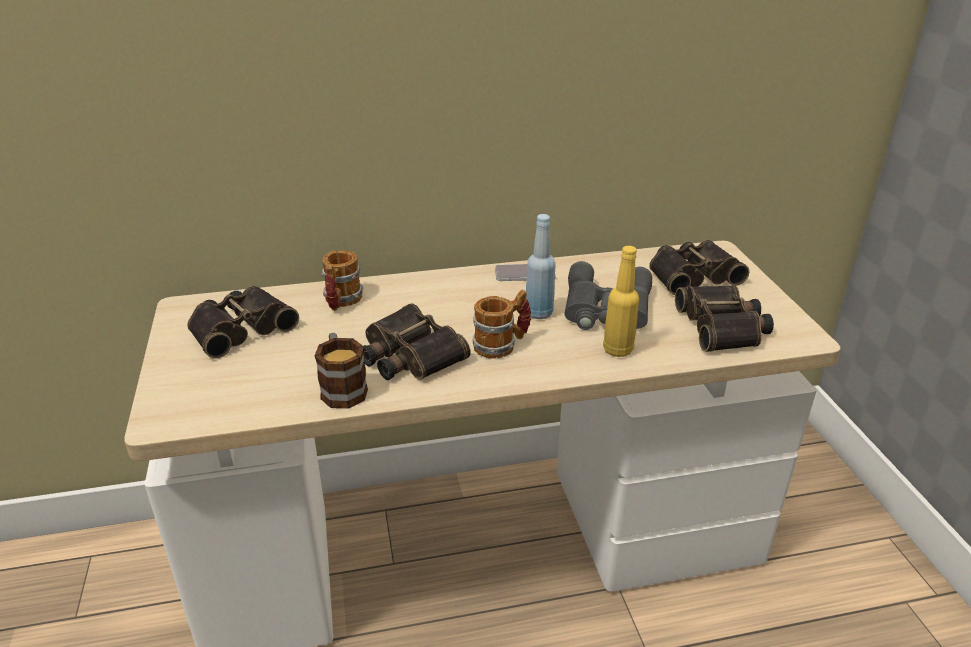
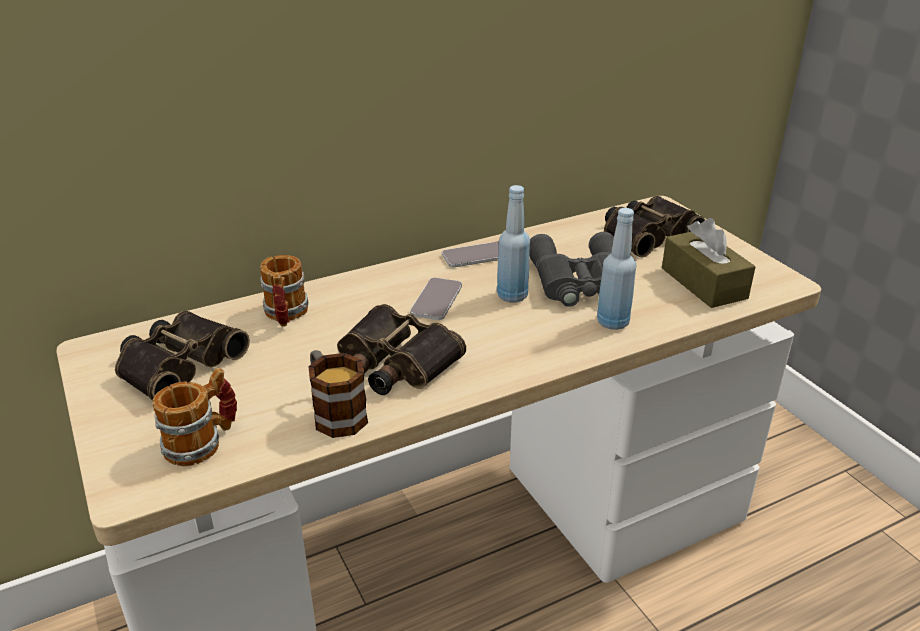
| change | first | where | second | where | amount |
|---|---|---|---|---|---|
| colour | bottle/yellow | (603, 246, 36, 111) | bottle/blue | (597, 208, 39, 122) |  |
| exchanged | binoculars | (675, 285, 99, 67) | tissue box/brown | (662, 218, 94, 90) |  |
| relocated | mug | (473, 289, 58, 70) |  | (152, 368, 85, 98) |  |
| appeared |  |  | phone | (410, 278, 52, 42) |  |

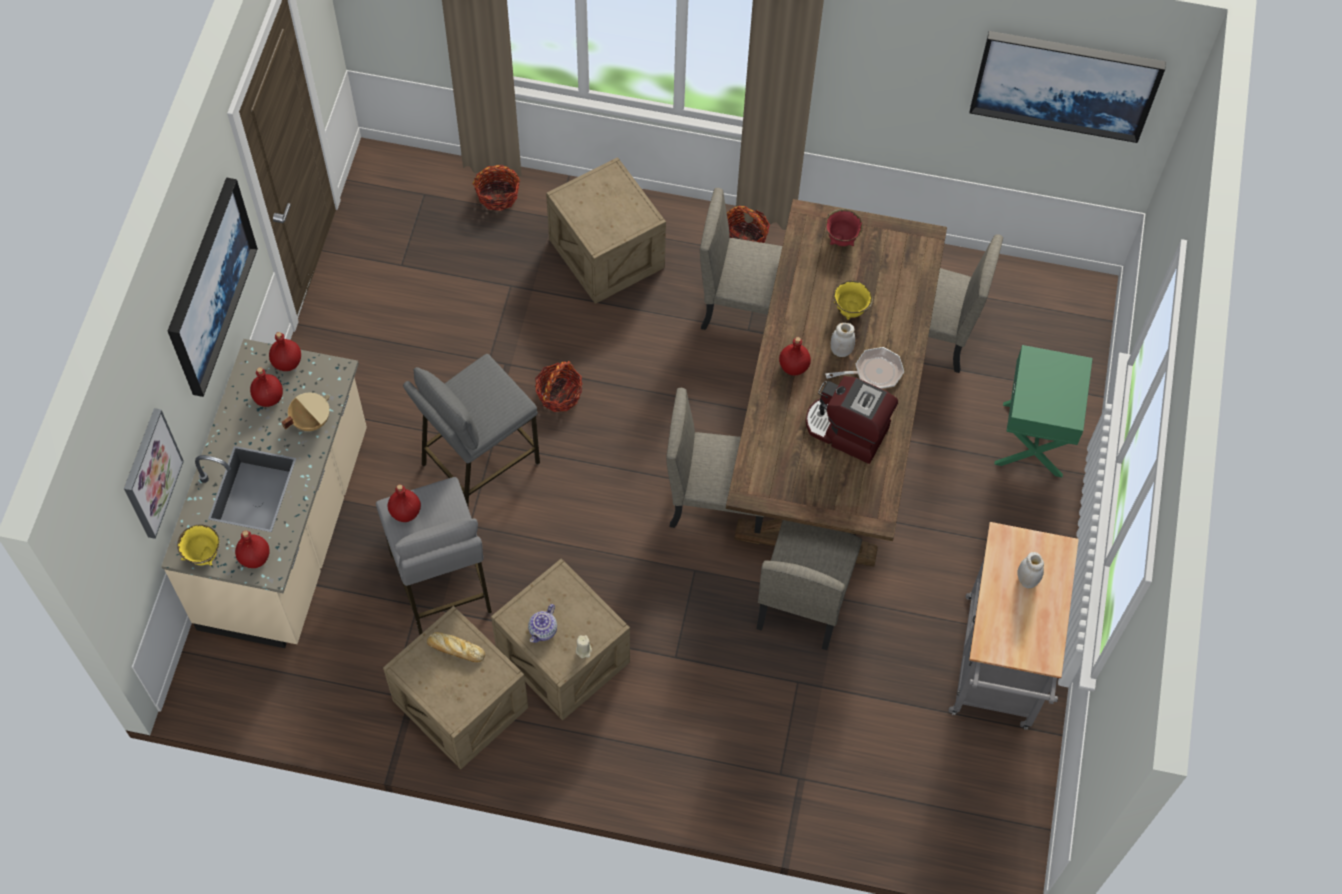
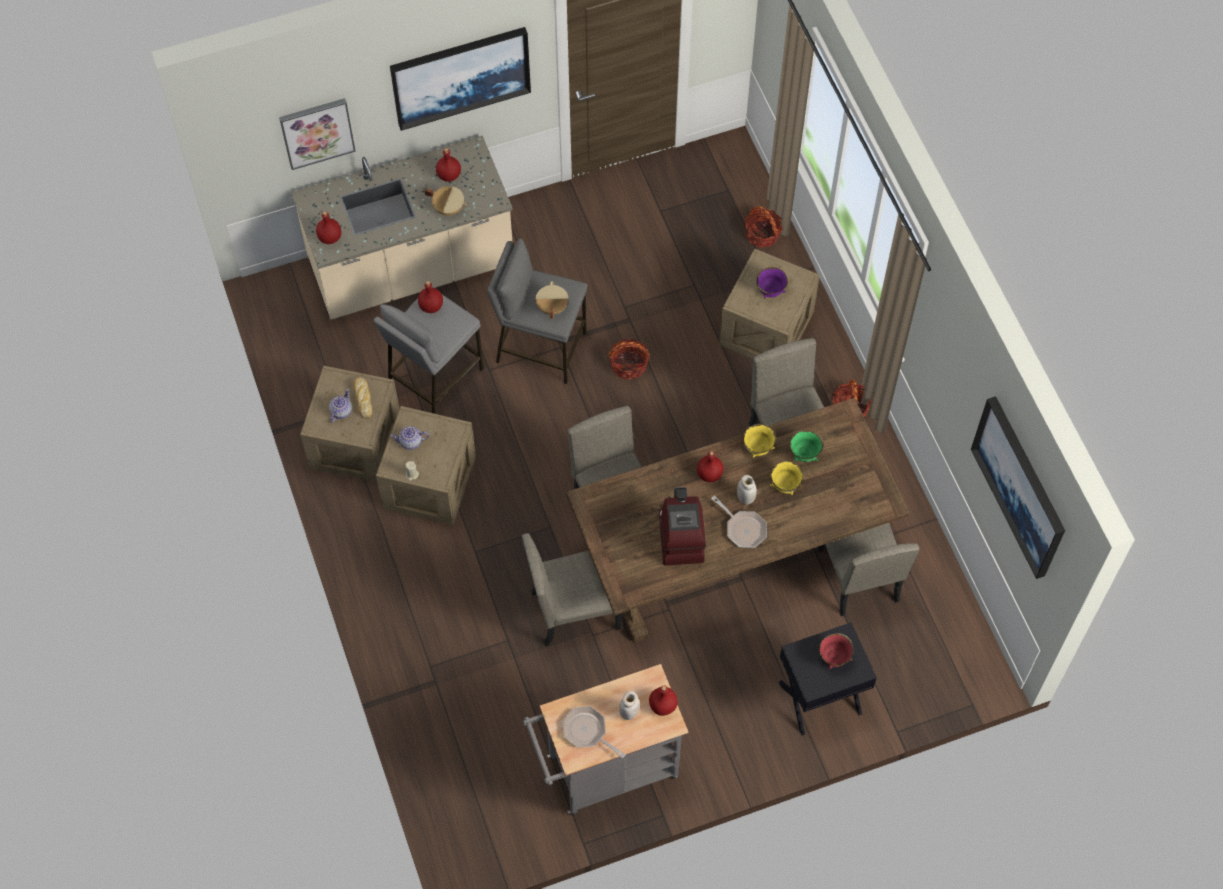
| change | first | where | second | where | amount |
|---|---|---|---|---|---|
| relocated | bowl/red | (826, 209, 37, 37) |  | (818, 633, 36, 36) |  |
| relocated | bottle/red | (269, 332, 32, 39) |  | (649, 686, 29, 30) |  |
| colour | nightstand/green | (994, 345, 99, 132) | nightstand/black | (779, 622, 98, 114) |  |
| relocated | bowl/yellow | (177, 525, 42, 41) |  | (743, 424, 33, 34) |  |
| appeared |  |  | bowl/purple | (757, 267, 31, 31) |  |
| appeared |  |  | cooking pot/beige | (536, 281, 33, 38) |  |
| appeared |  |  | teapot | (329, 389, 23, 34) |  |
| appeared |  |  | bowl/green | (790, 430, 34, 32) |  |
| appeared |  |  | frying pan | (563, 706, 63, 52) |  |

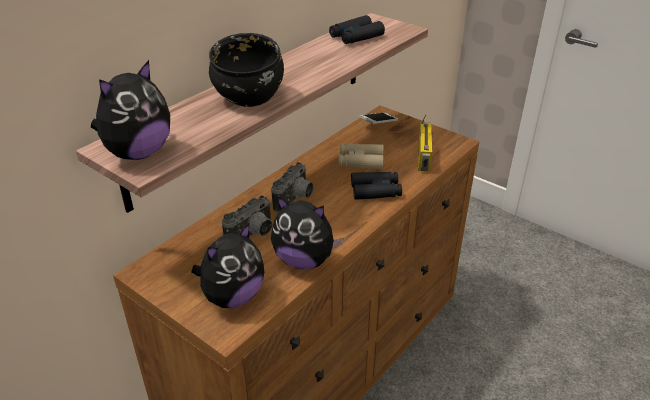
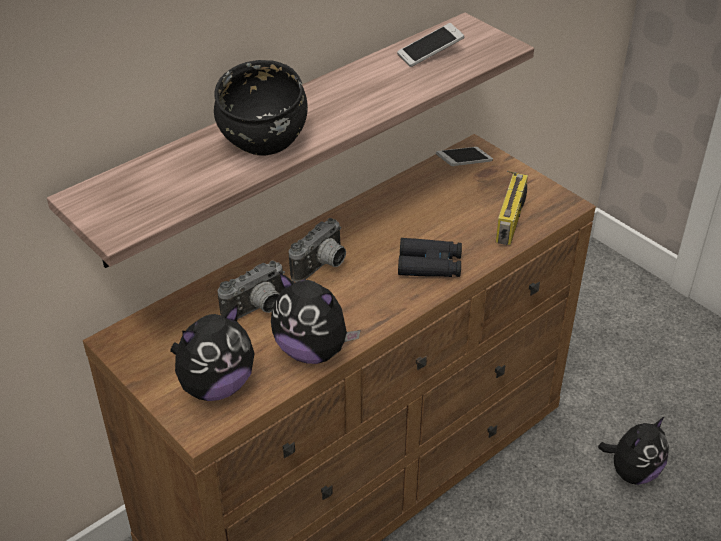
| change | first | where | second | where | amount |
|---|---|---|---|---|---|
| exchanged | binoculars/black | (329, 15, 56, 29) | phone | (397, 23, 68, 44) |  |
| relocated | plush toy | (91, 60, 79, 100) |  | (598, 416, 71, 69) |  |
| missing | binoculars/beige | (338, 144, 46, 25) |  |  |  |

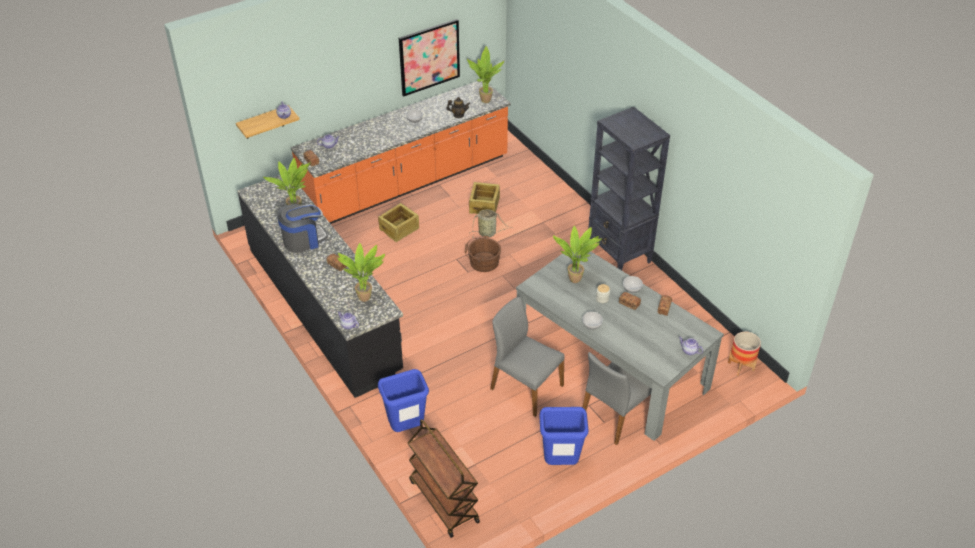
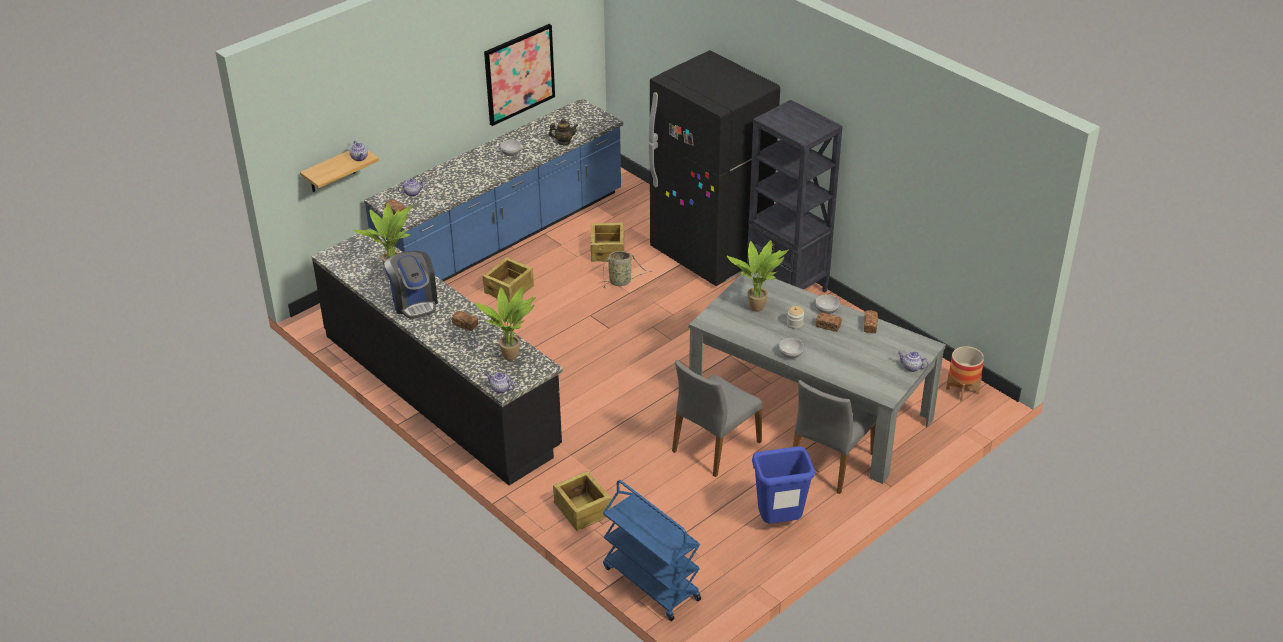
| change | first | where | second | where | amount |
|---|---|---|---|---|---|
| missing | potted plant | (467, 46, 37, 57) |  |  |  |
| colour | counter/orange | (291, 79, 219, 145) | counter/blue | (364, 98, 259, 183) |  |
| spun | coffee machine | (277, 204, 51, 49) |  | (384, 251, 54, 68) | 105 degrees clockwise |
| missing | bucket/brown | (464, 236, 37, 36) |  |  |  |
| spun | chair/grey | (490, 297, 75, 120) |  | (672, 360, 90, 117) | 75 degrees counterclockwise |
| exchanged | trash can/blue | (378, 369, 51, 63) | crate | (553, 471, 58, 60) |  |
| colour | cart/brown | (408, 419, 72, 119) | cart/blue | (603, 480, 98, 141) |  |
| appeared |  |  | fridge/black | (649, 51, 131, 235) |  |

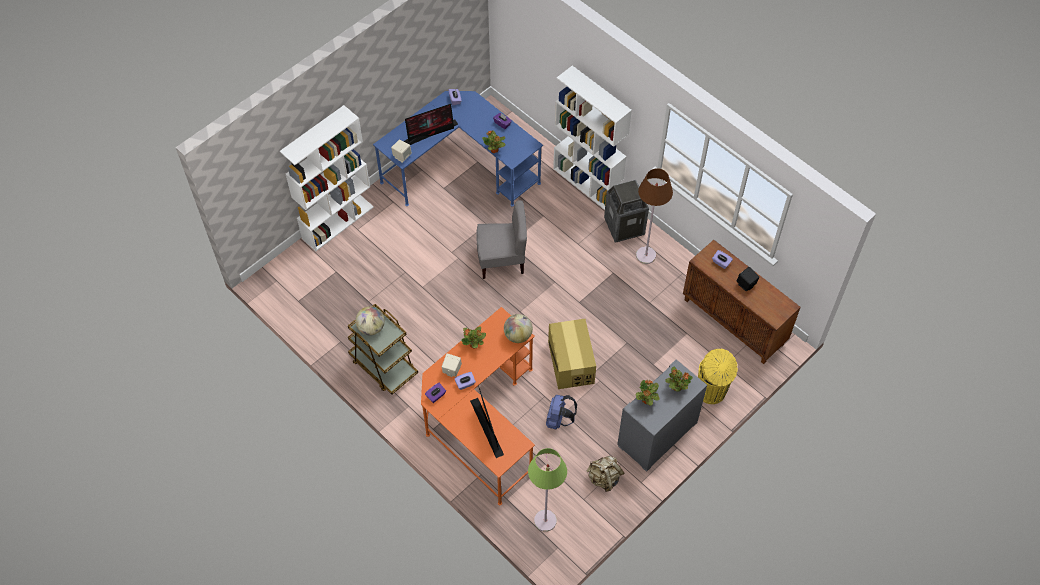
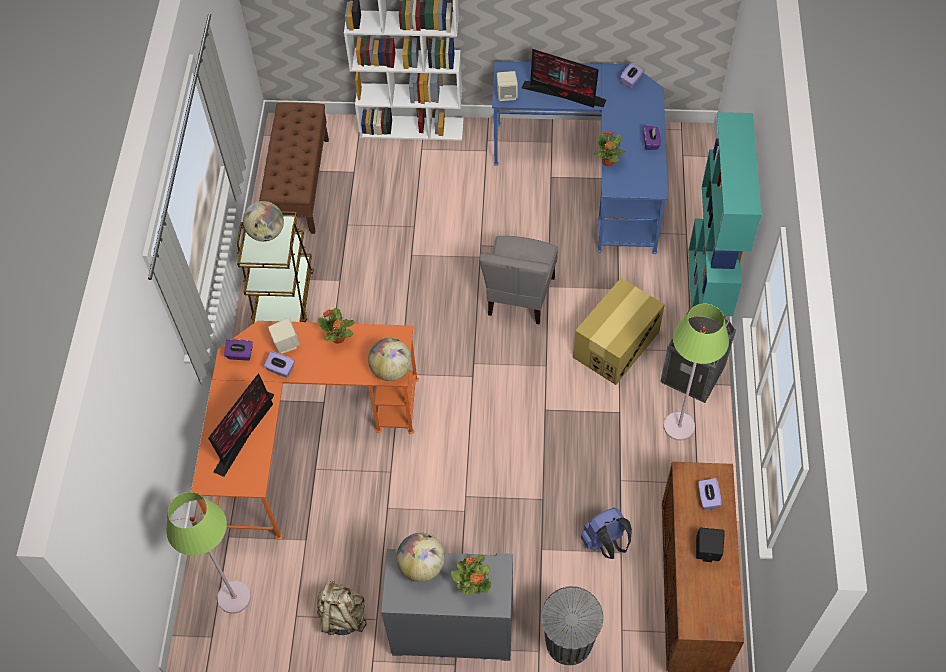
| change | first | where | second | where | amount |
|---|---|---|---|---|---|
| colour | bookcase/white | (553, 66, 79, 144) | bookcase/turquoise | (688, 112, 74, 207) |  |
| colour | floor lamp/brown | (636, 168, 37, 96) | floor lamp/green | (664, 304, 65, 137) |  |
| spun | chair/grey | (476, 200, 51, 79) |  | (479, 236, 79, 89) | 60 degrees clockwise |
| relocated | cardboard box | (548, 319, 48, 70) |  | (573, 278, 92, 107) |  |
| colour | trash can/yellow | (698, 349, 40, 55) | trash can/grey | (541, 586, 62, 79) |  |
| exchanged | potted plant | (635, 380, 25, 25) | globe | (396, 533, 49, 49) |  |
| relocated | backpack/blue | (546, 395, 31, 35) |  | (581, 508, 51, 51) |  |
| appeared |  |  | bench/brown | (259, 102, 70, 132) |  |

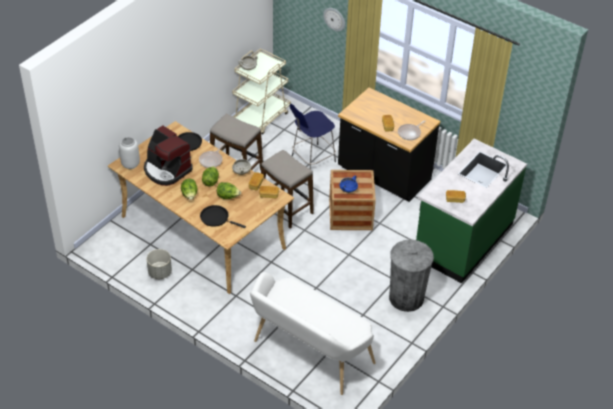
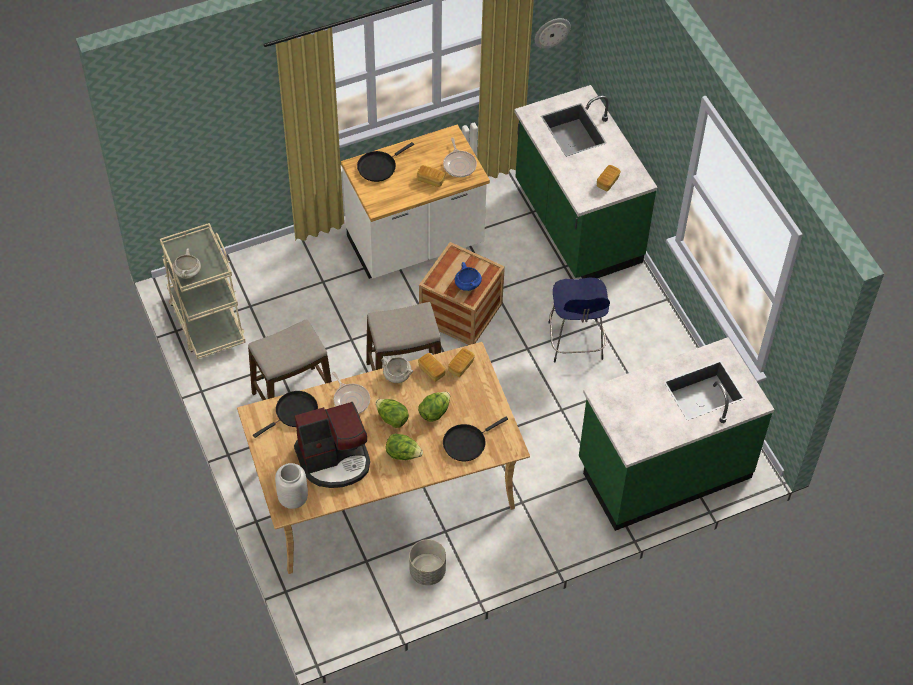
| change | first | where | second | where | amount |
|---|---|---|---|---|---|
| relocated | wall clock | (323, 8, 22, 23) |  | (535, 18, 36, 31) |  |
| colour | counter/black | (338, 87, 102, 115) | counter/white | (341, 124, 149, 155) |  |
| relocated | stool/blue | (290, 104, 46, 65) |  | (548, 278, 62, 84) |  |
| missing | trash can/grey | (389, 239, 45, 73) |  |  |  |
| exchanged | bench/white | (250, 272, 125, 123) | counter/green | (579, 337, 196, 194) |  |
| appeared |  |  | frying pan/black | (357, 142, 57, 40) |  |

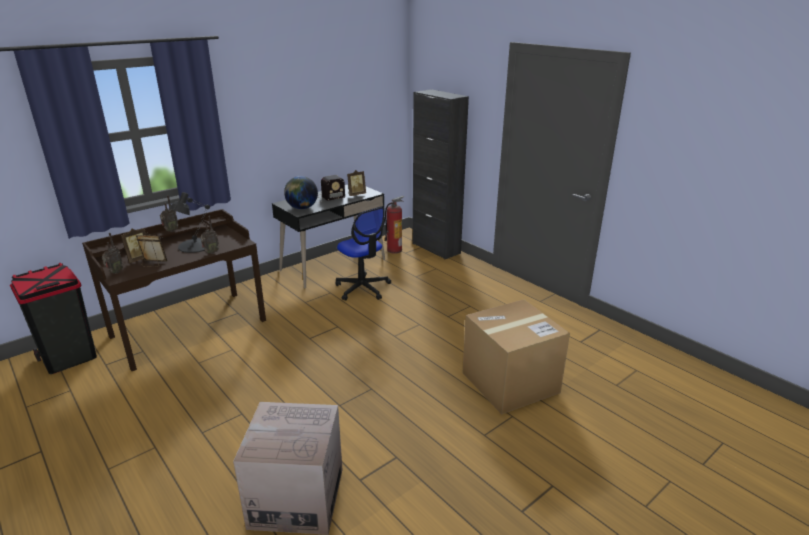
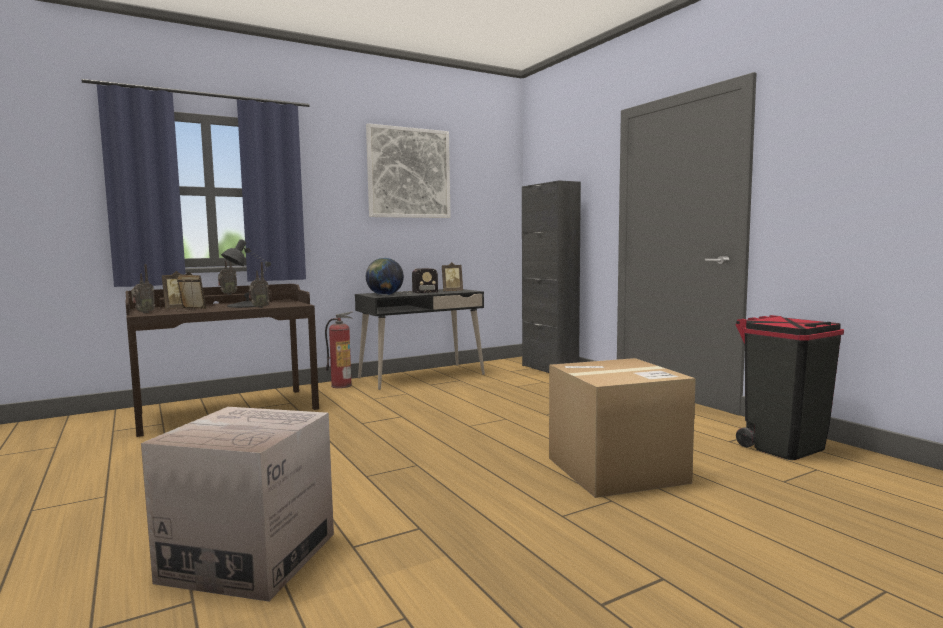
| change | first | where | second | where | amount |
|---|---|---|---|---|---|
| relocated | fire extinguisher | (385, 196, 19, 58) |  | (325, 311, 28, 77) |  |
| missing | office chair | (336, 207, 55, 94) |  |  |  |
| relocated | trash can/black | (10, 263, 87, 111) |  | (736, 315, 108, 145) |  |
| appeared |  |  | picture | (366, 123, 85, 95) |  |

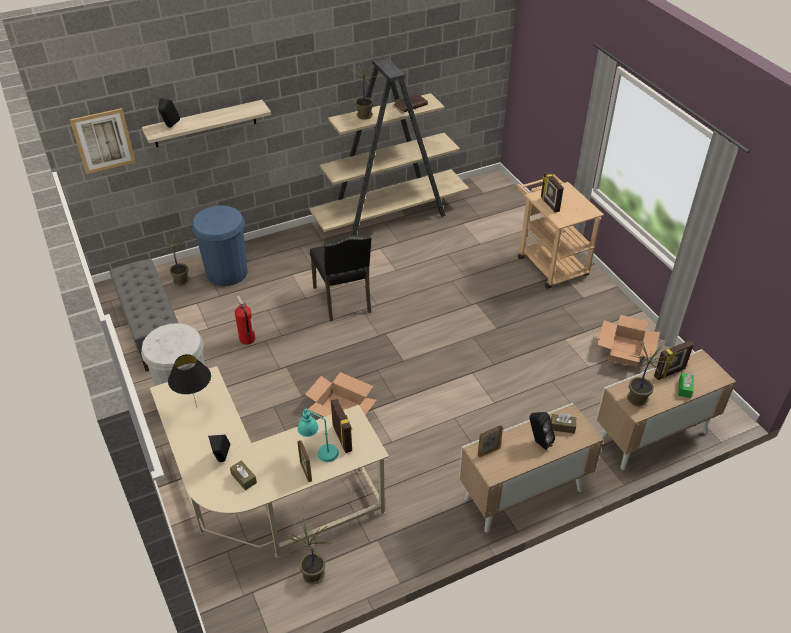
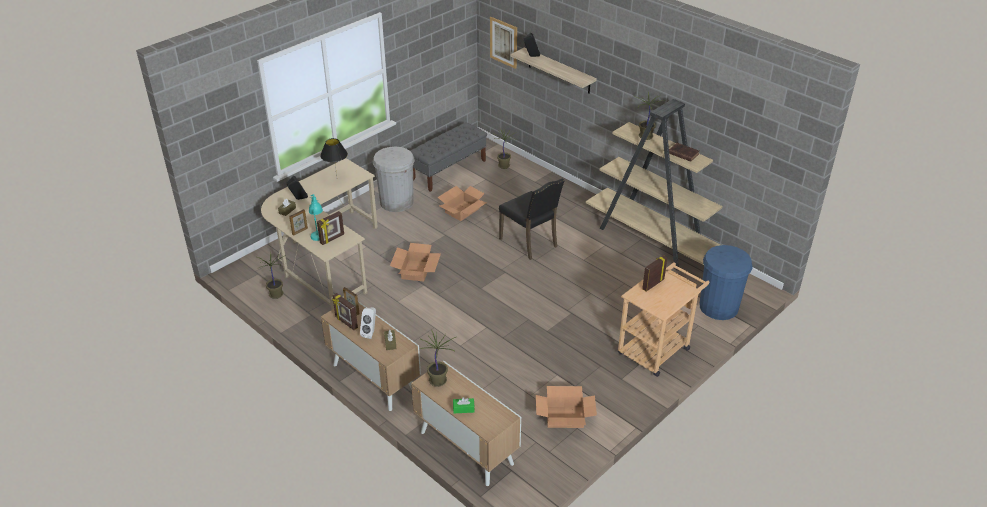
| change | first | where | second | where | amount |
|---|---|---|---|---|---|
| relocated | trash can/blue | (192, 205, 56, 81) |  | (699, 245, 54, 75) |  |
| spun | chair/black | (310, 234, 62, 87) |  | (499, 178, 65, 82) | 90 degrees counterclockwise |
| exchanged | fire extinguisher | (235, 295, 20, 50) | cardboard box | (438, 186, 48, 35) |  |
| relocated | picture frame | (654, 341, 40, 39) |  | (332, 293, 26, 37) |  |
| colour | speaker/black | (529, 412, 26, 38) | speaker/white | (360, 307, 16, 32) |  |

